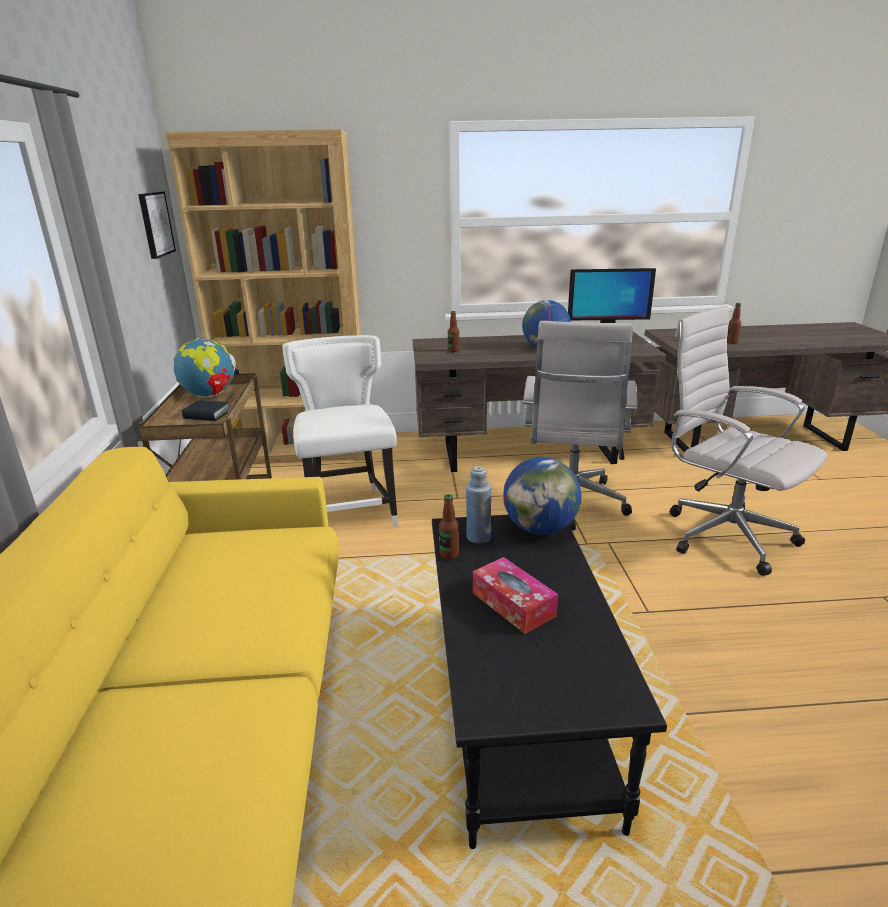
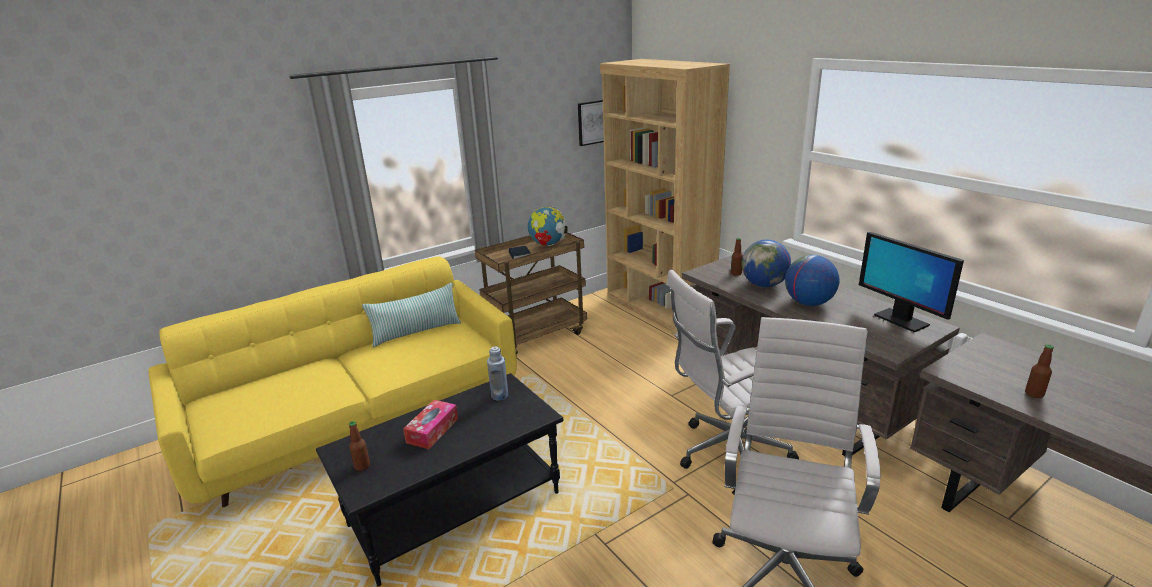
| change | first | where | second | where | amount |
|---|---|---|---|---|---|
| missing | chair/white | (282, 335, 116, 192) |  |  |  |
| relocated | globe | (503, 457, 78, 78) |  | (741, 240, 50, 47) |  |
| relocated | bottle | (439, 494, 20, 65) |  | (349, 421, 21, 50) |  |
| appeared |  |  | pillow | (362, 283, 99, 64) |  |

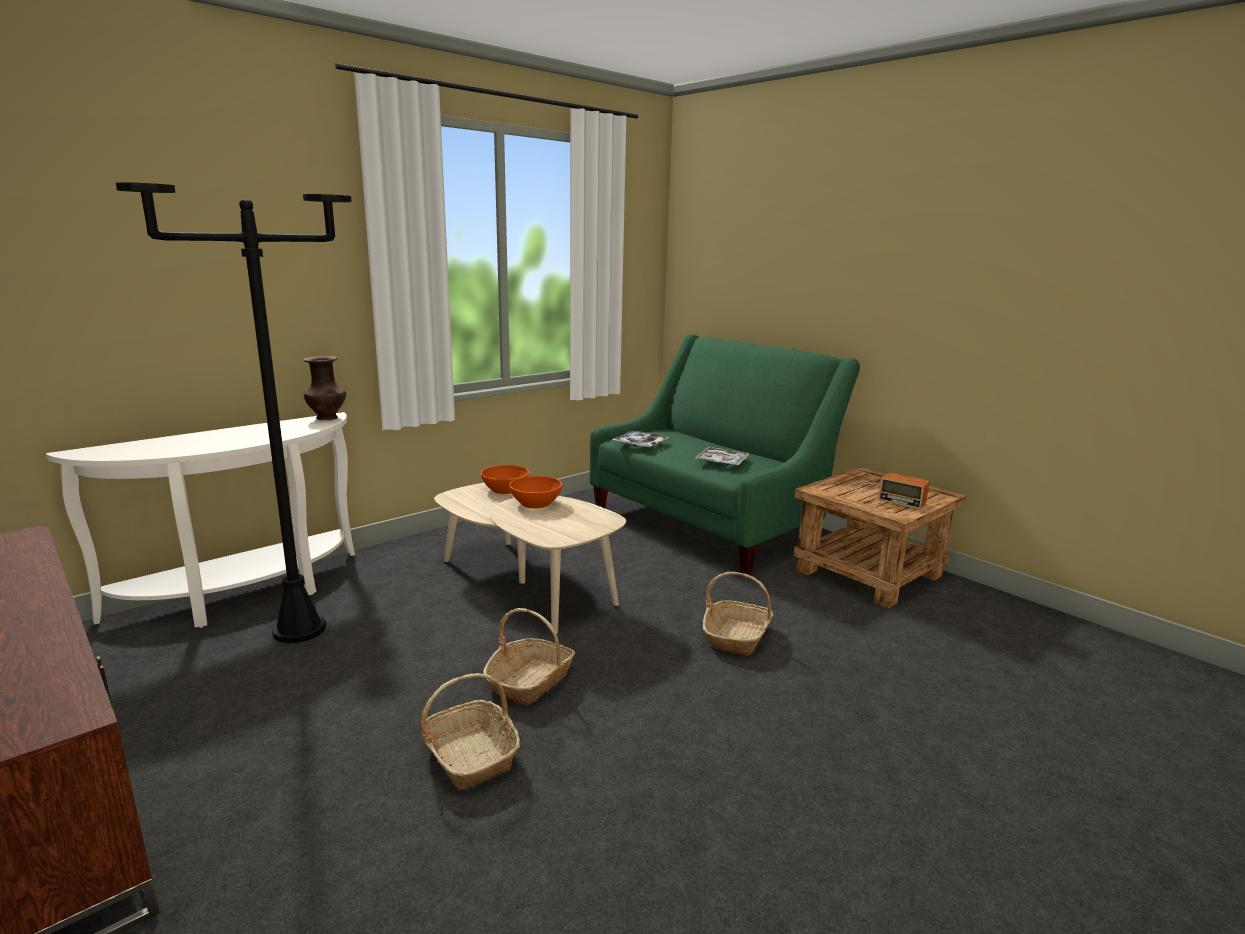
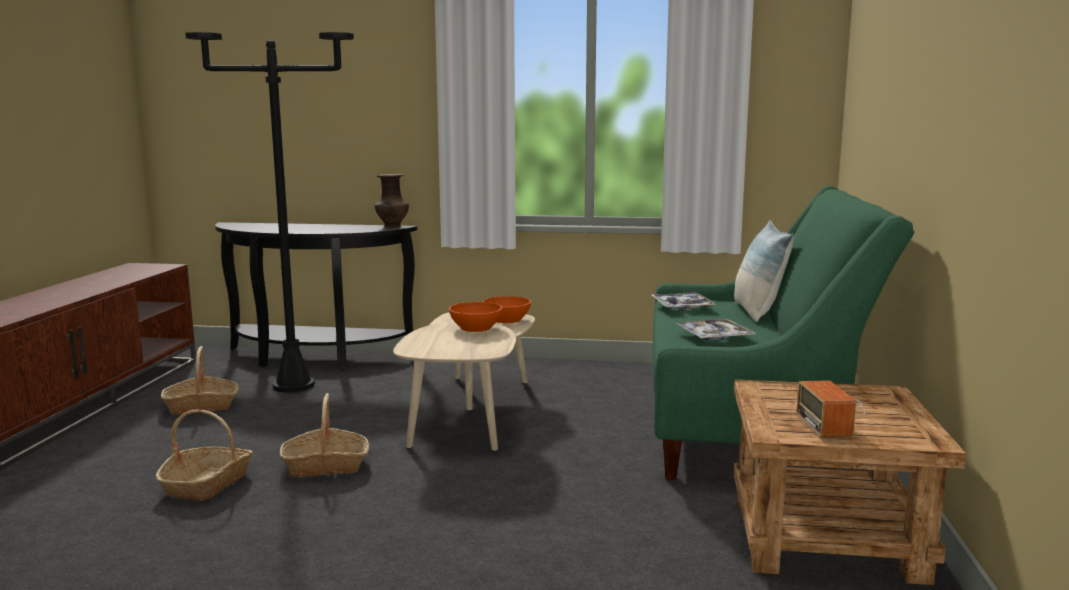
| change | first | where | second | where | amount |
|---|---|---|---|---|---|
| colour | console table/white | (46, 412, 309, 216) | console table/black | (215, 222, 202, 148) |  |
| relocated | basket | (703, 572, 70, 84) |  | (161, 346, 78, 69) |  |
| appeared |  |  | pillow | (734, 220, 60, 102) |  |

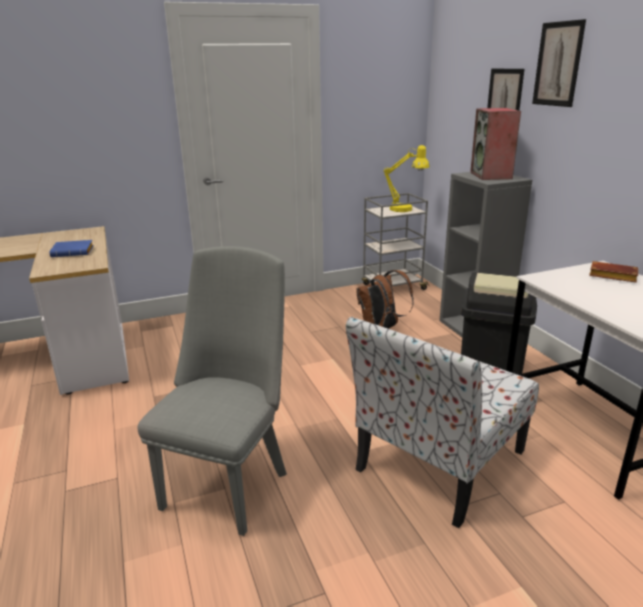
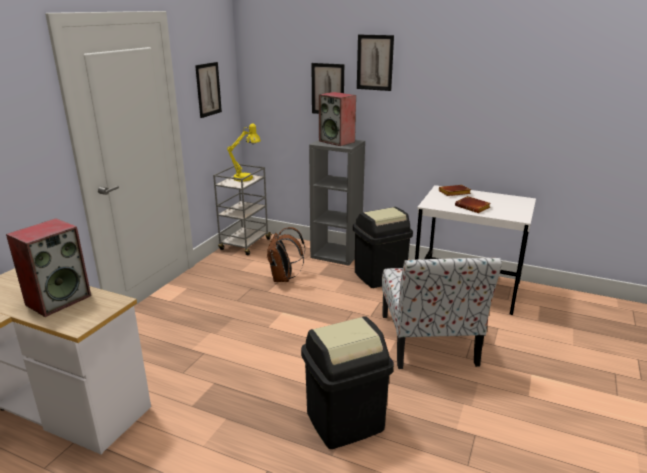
| change | first | where | second | where | amount |
|---|---|---|---|---|---|
| exchanged | book/blue | (49, 240, 44, 17) | speaker | (6, 218, 85, 99) |  |
| exchanged | chair/grey | (137, 246, 150, 290) | trash can/black | (301, 316, 93, 133) |  |
| appeared |  |  | picture | (195, 62, 27, 56) |  |
| appeared |  |  | book/brown | (455, 196, 36, 17) |  |

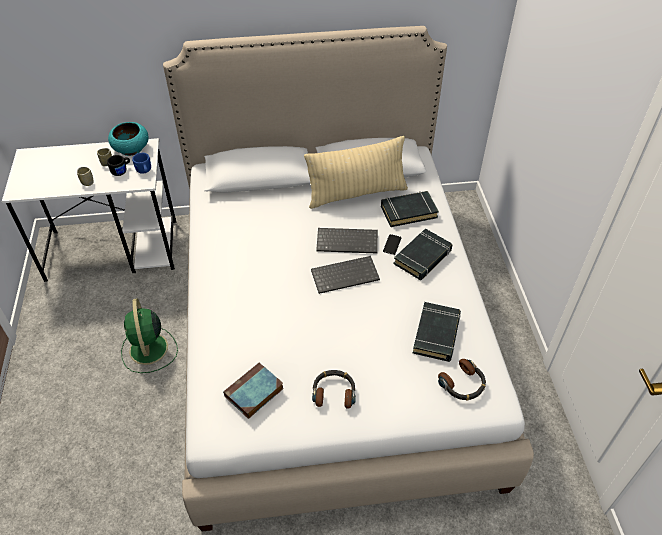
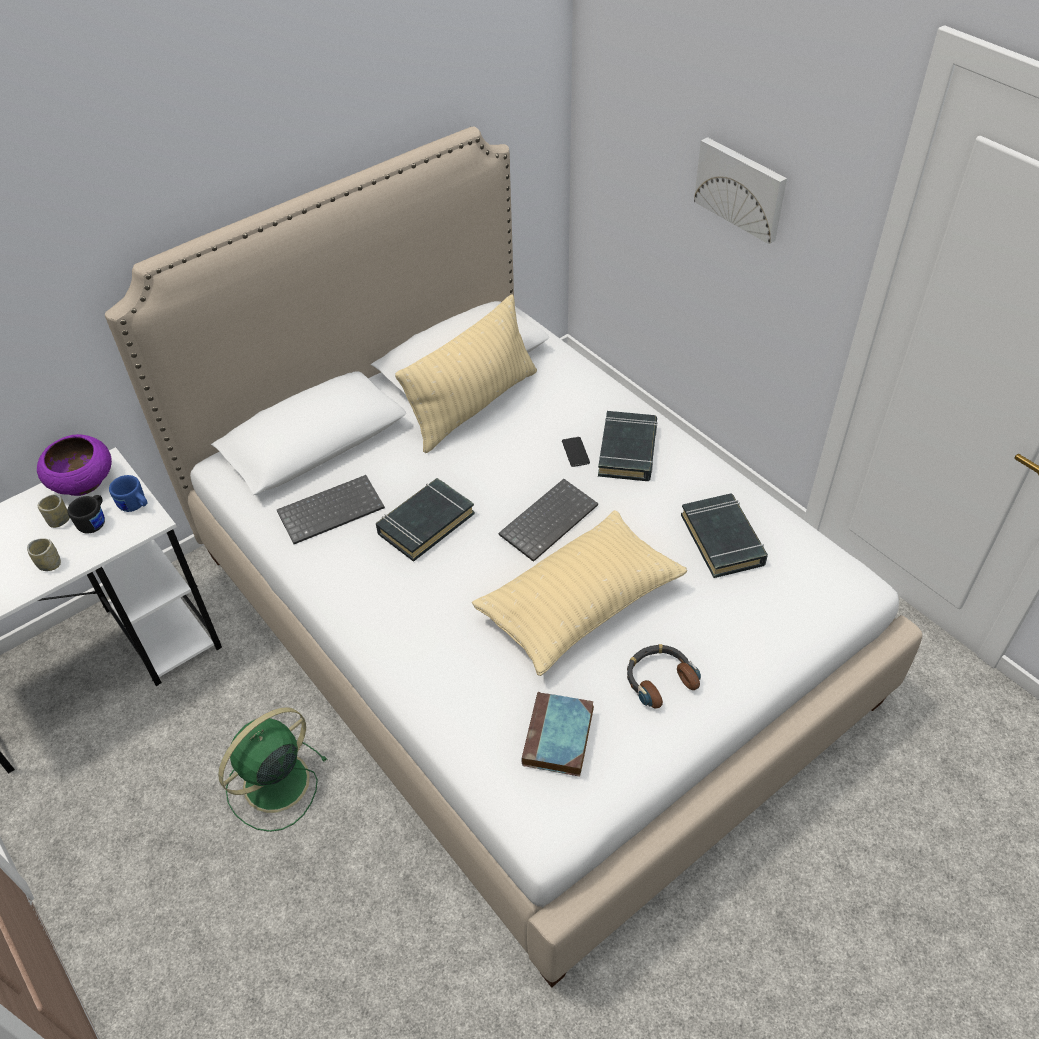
| change | first | where | second | where | amount |
|---|---|---|---|---|---|
| colour | bowl/turquoise | (108, 122, 41, 34) | bowl/purple | (37, 434, 75, 62) |  |
| relocated | book/black | (381, 191, 58, 36) |  | (376, 478, 99, 84) |  |
| relocated | keyboard | (316, 228, 62, 25) |  | (277, 475, 108, 69) |  |
| spun | fan/green | (121, 298, 57, 75) |  | (218, 707, 109, 125) | 90 degrees clockwise |
| missing | headphones | (438, 359, 48, 42) |  |  |  |
| appeared |  |  | picture | (694, 137, 93, 107) |  |
| appeared |  |  | pillow/beige | (472, 510, 215, 166) |  |

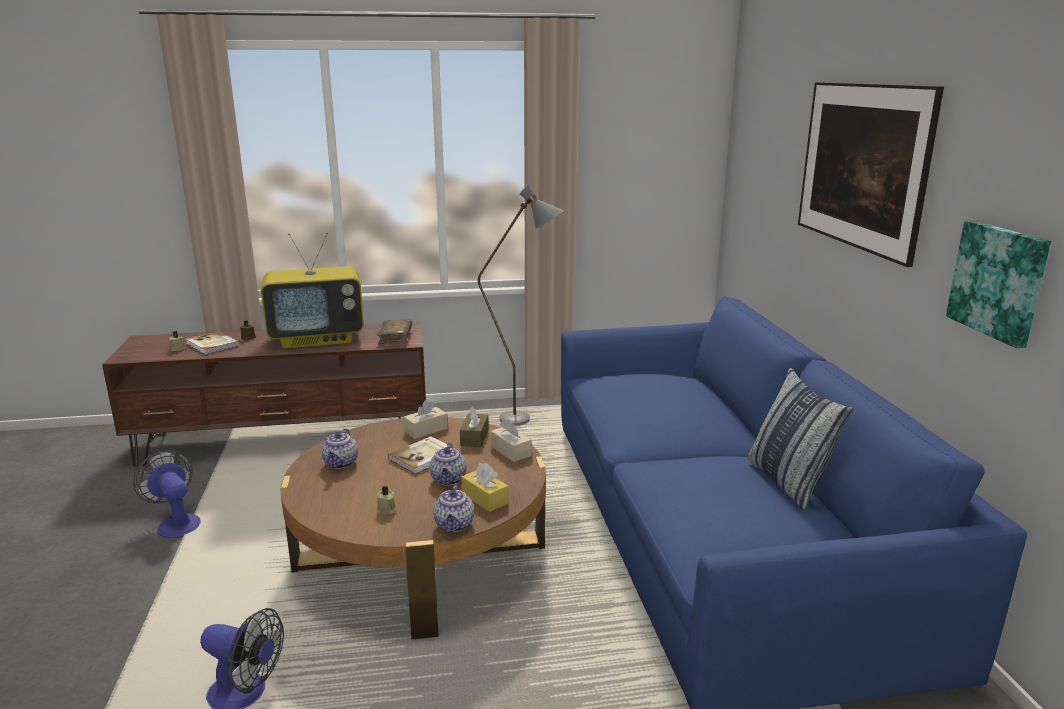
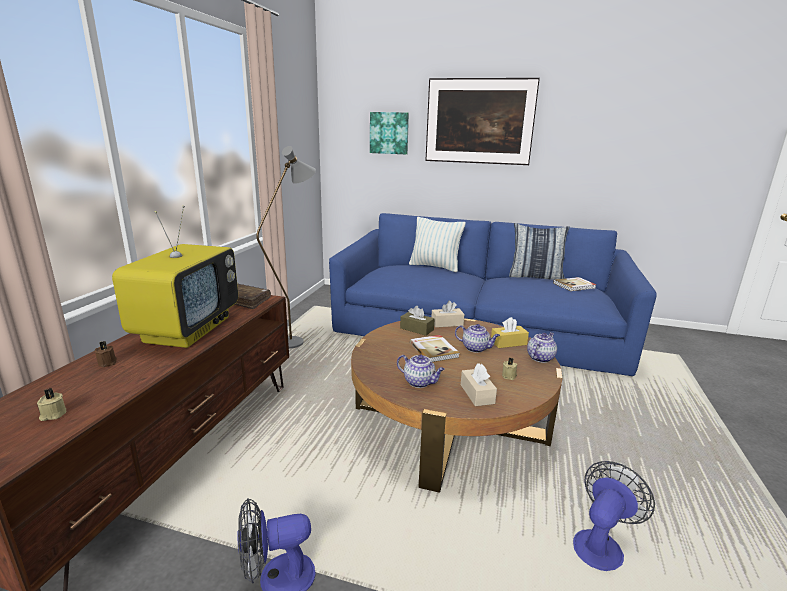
| change | first | where | second | where | amount |
|---|---|---|---|---|---|
| relocated | picture | (946, 221, 105, 127) |  | (370, 112, 39, 42) |  |
| relocated | book | (186, 331, 53, 23) |  | (553, 277, 44, 14) |  |
| relocated | tissue box/beige | (403, 400, 45, 39) |  | (461, 363, 36, 43) |  |
| spun | teapot | (433, 483, 41, 49) |  | (527, 332, 30, 31) | 75 degrees counterclockwise |
| appeared |  |  | pillow | (409, 217, 57, 55) |  |

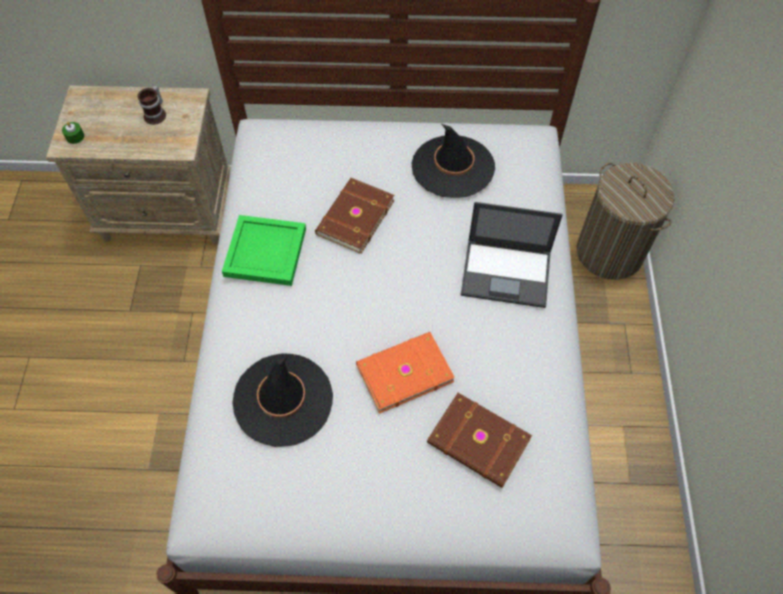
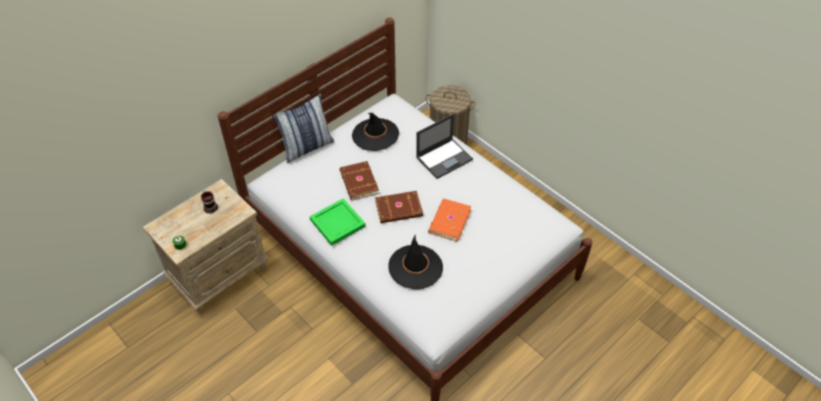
| change | first | where | second | where | amount |
|---|---|---|---|---|---|
| relocated | book/brown | (427, 393, 105, 95) |  | (375, 191, 48, 32) |  |
| appeared |  |  | pillow | (272, 93, 62, 70) |  |

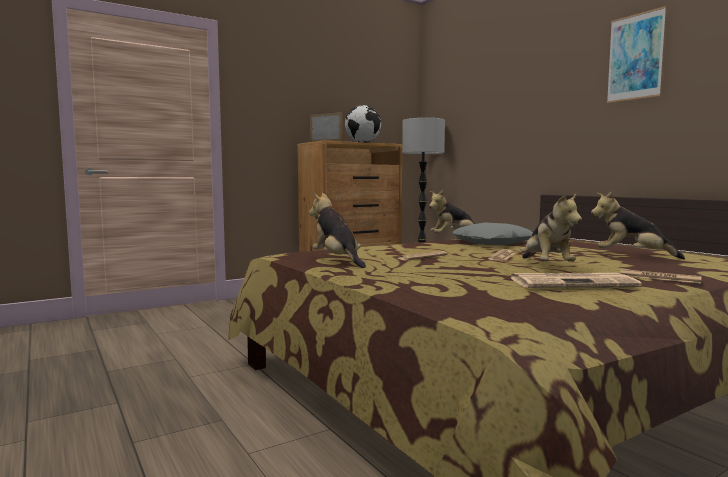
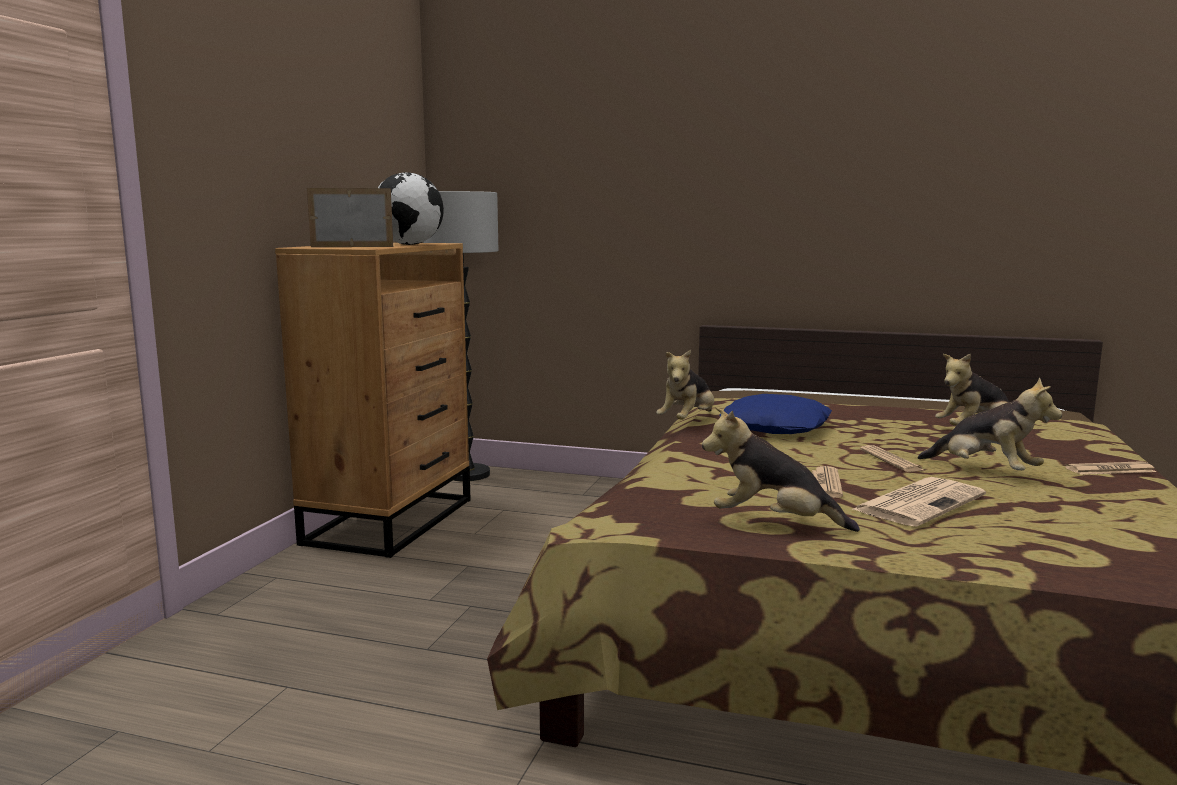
| change | first | where | second | where | amount |
|---|---|---|---|---|---|
| missing | picture | (607, 6, 59, 97) |  |  |  |
| colour | pillow/grey | (452, 223, 81, 22) | pillow/blue | (719, 394, 113, 40) |  |
| relocated | newspaper | (511, 273, 131, 15) |  | (851, 477, 135, 50) |  |

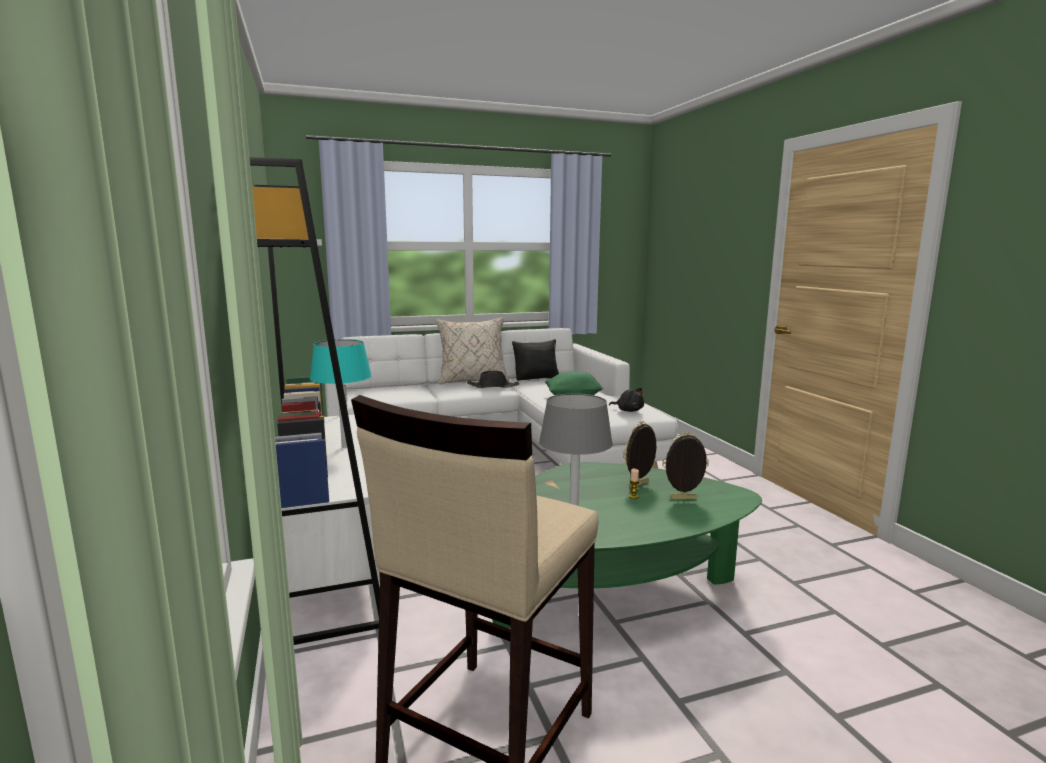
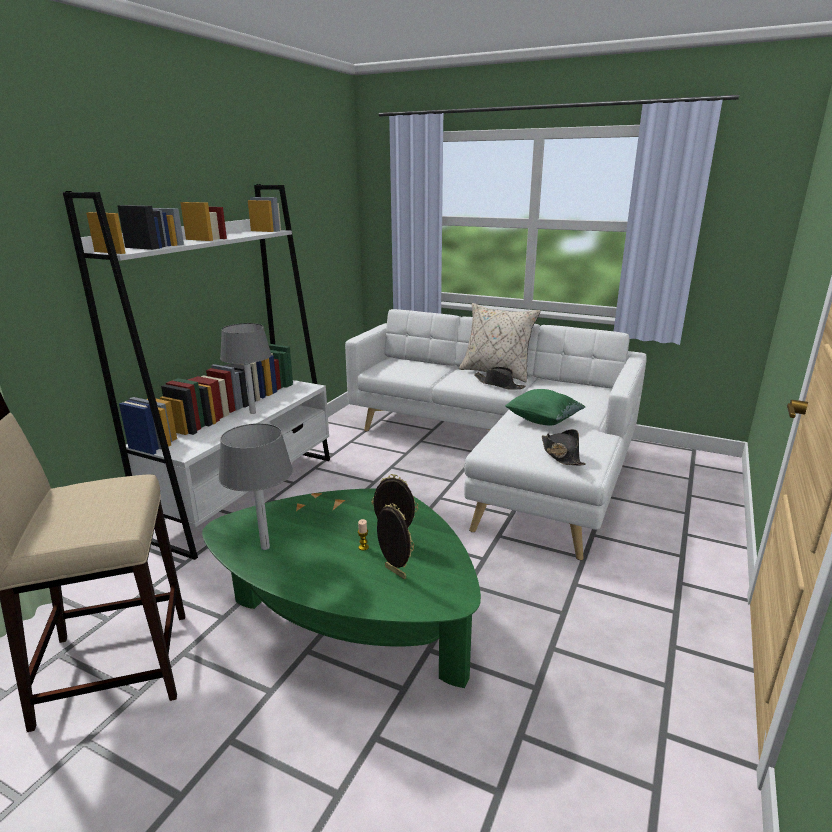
| change | first | where | second | where | amount |
|---|---|---|---|---|---|
| colour | table lamp/turquoise | (310, 339, 62, 109) | table lamp/grey | (220, 323, 52, 91) |  |
| missing | pillow/black | (512, 339, 47, 42) |  |  |  |
| exchanged | plush toy/black | (609, 388, 35, 24) | hat/black | (542, 429, 44, 36) |  |

